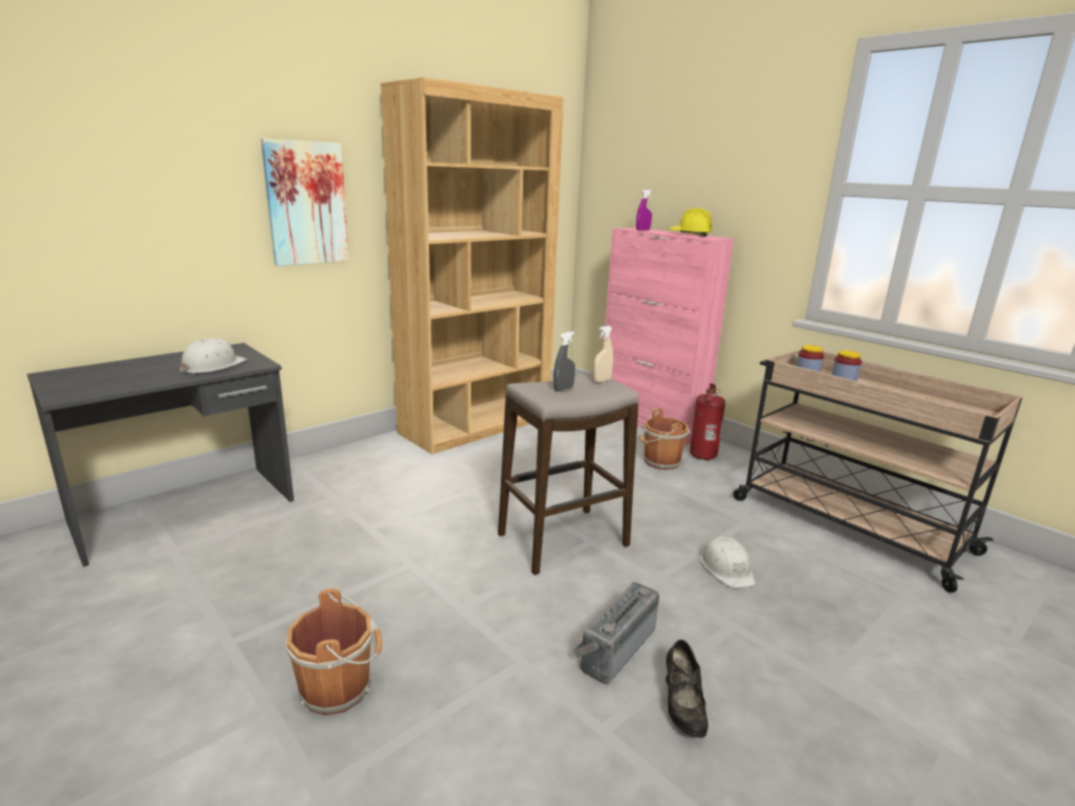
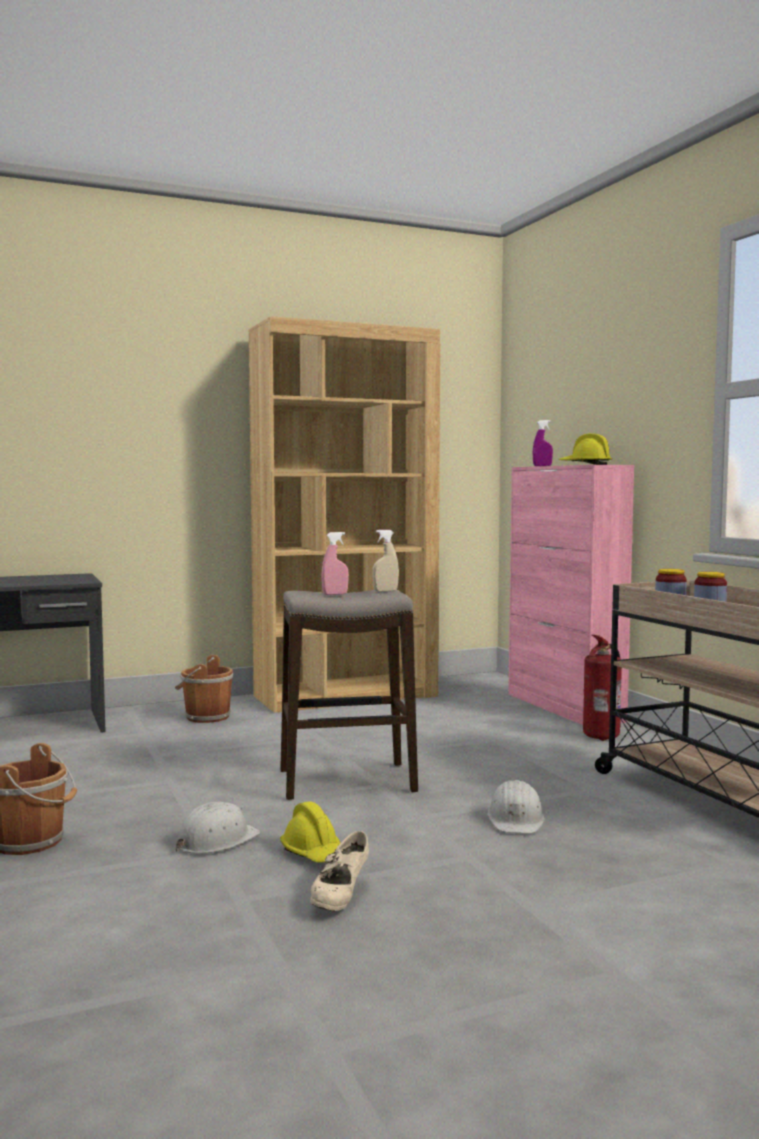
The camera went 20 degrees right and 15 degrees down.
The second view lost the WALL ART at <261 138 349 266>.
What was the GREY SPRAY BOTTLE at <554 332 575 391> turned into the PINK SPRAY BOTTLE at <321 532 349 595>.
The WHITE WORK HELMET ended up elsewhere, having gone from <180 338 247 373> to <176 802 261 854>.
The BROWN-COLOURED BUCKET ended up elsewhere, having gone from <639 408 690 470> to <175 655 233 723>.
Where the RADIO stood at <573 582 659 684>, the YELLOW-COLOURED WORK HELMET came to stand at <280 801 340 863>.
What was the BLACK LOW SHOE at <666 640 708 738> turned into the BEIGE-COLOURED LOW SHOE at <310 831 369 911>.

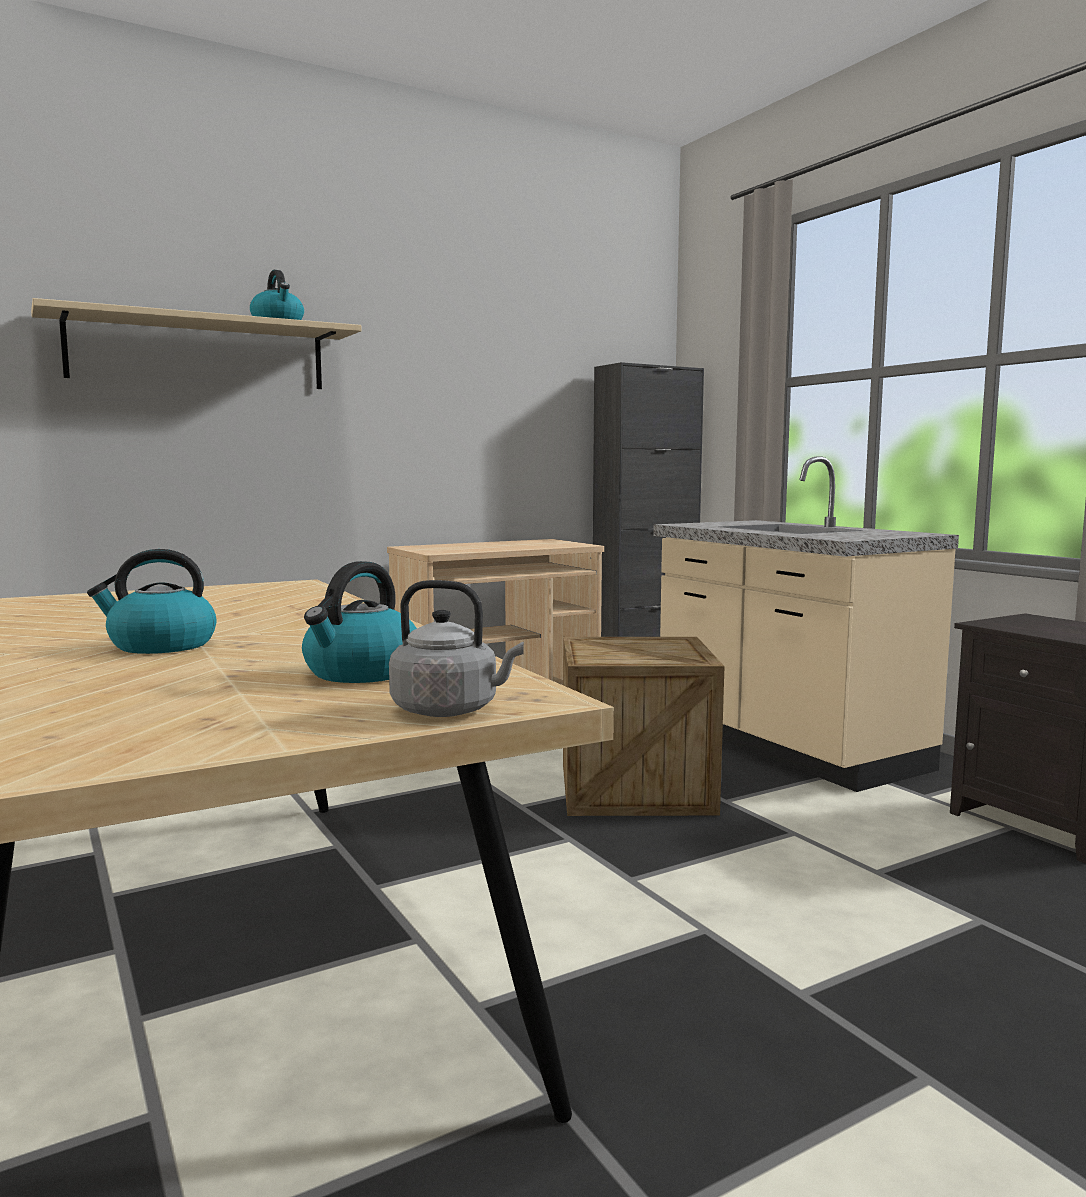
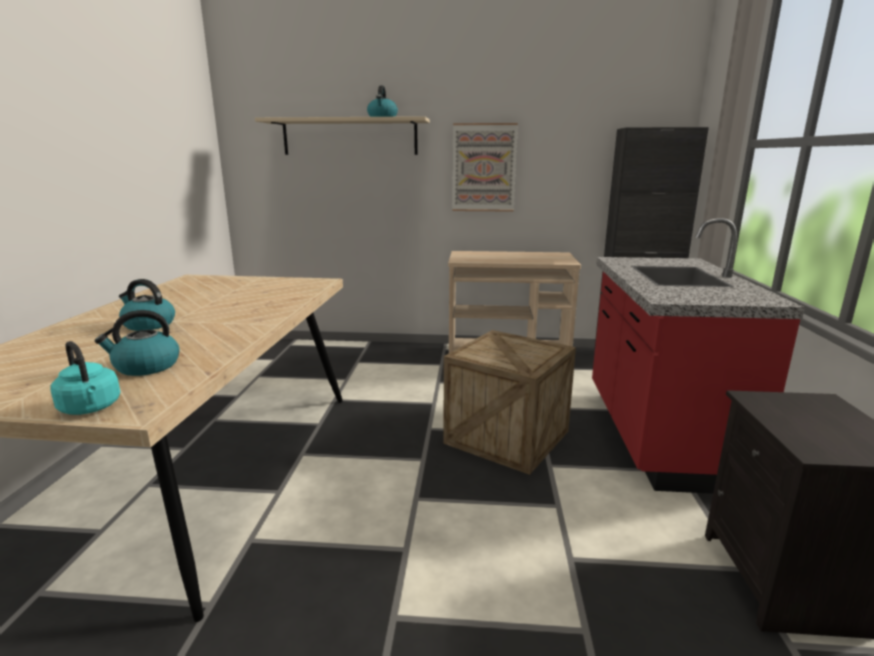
The camera went 35 degrees right and 10 degrees up.
What was the BEIGE-COLOURED KITCHEN BASE UNIT at <653 456 959 792> turned into the RED-COLOURED KITCHEN BASE UNIT at <592 218 805 494>.
What was the GREY KETTLE at <389 580 524 717> turned into the BLUE-GREEN KETTLE at <50 341 121 415>.
The second view gained the WALL ART at <452 123 518 212>.

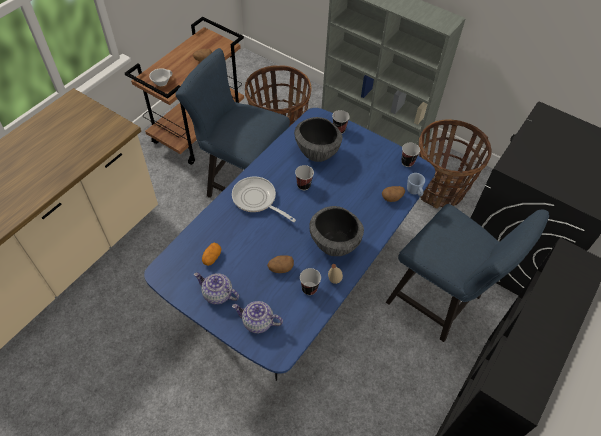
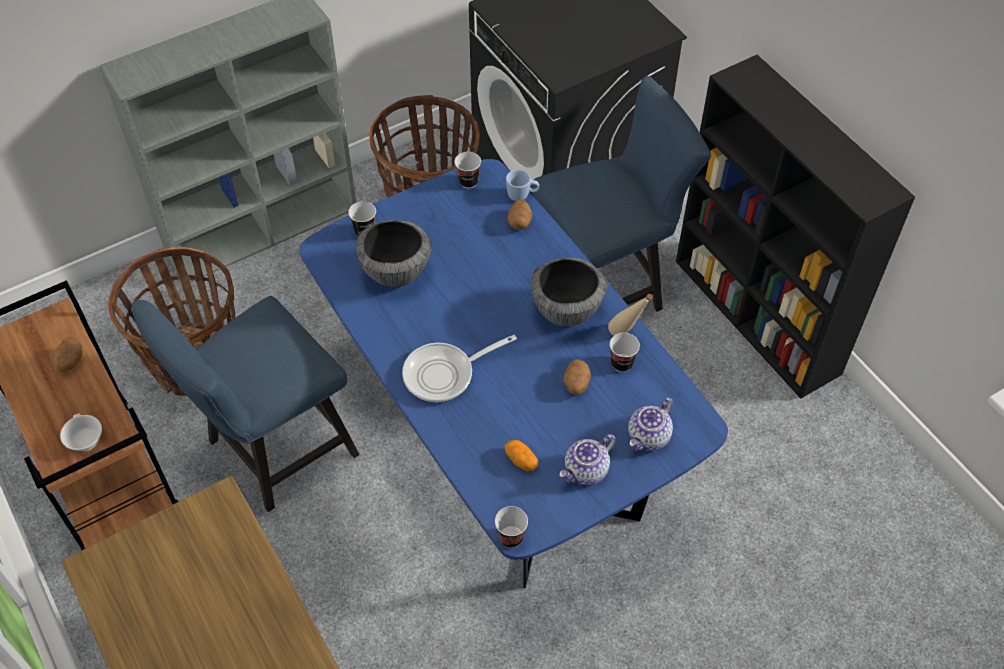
The camera went 65 degrees left and 0 degrees up.
The CUP ended up elsewhere, having gone from <295 165 314 190> to <495 506 528 548>.

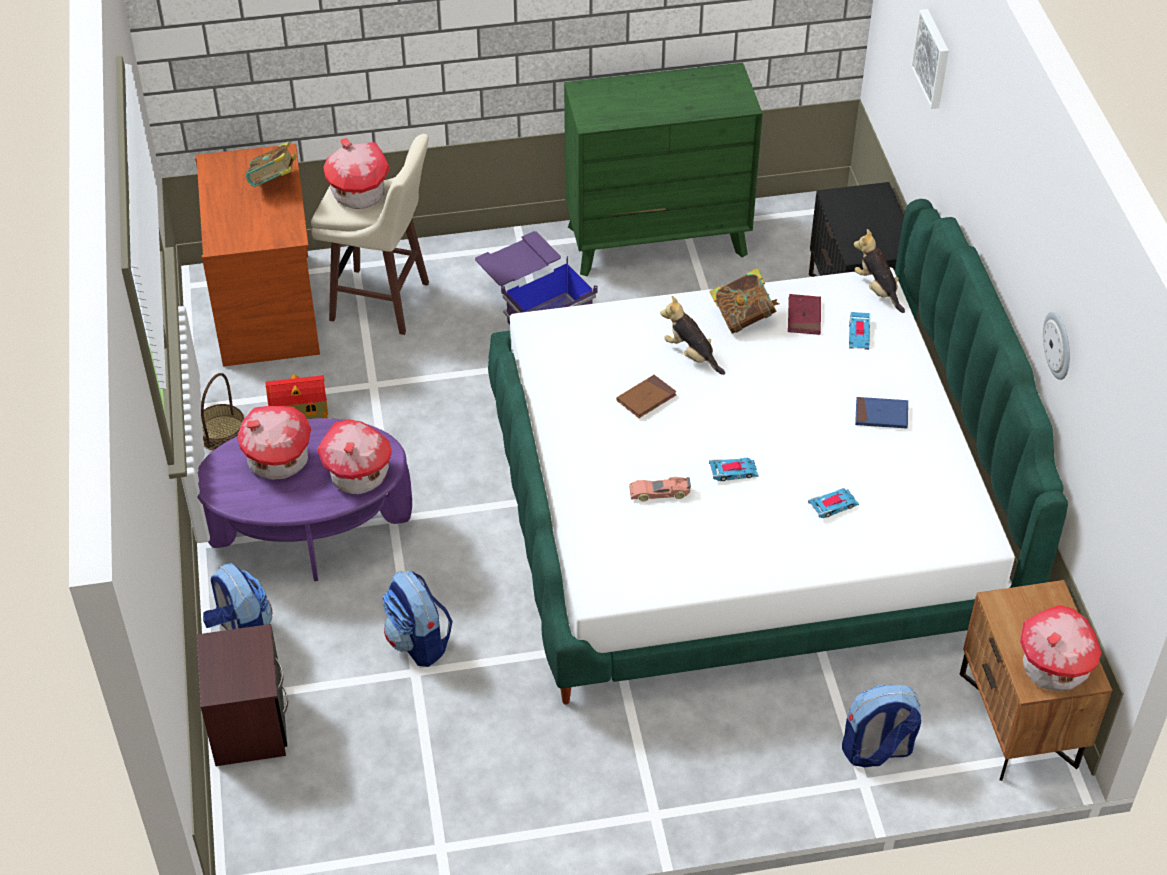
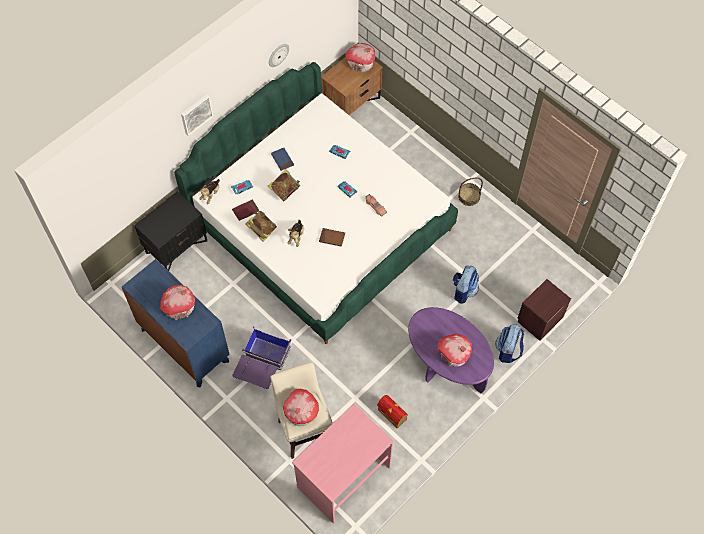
The camera went 125 degrees left and 15 degrees up.
The WALL ART ended up elsewhere, having gone from <911 9 949 109> to <181 94 213 136>.
What was the GREEN-COLOURED CHEST OF DRAWERS at <564 63 763 276> turned into the BLUISH CHEST OF DRAWERS at <122 259 229 388>.
The BOUND BOOK ended up elsewhere, having gone from <246 141 297 187> to <268 169 300 201>.
What was the BROWN-COLOURED DESK UNIT at <195 144 320 367> turned into the PINK DESK UNIT at <292 404 393 524>.
The STORAGE BASKET ended up elsewhere, having gone from <201 373 244 451> to <458 178 483 206>.
The MODEL HOUSE ended up elsewhere, having gone from <317 419 392 494> to <160 285 195 320>.
The second view lost the KNAPSACK at <842 685 921 767>.

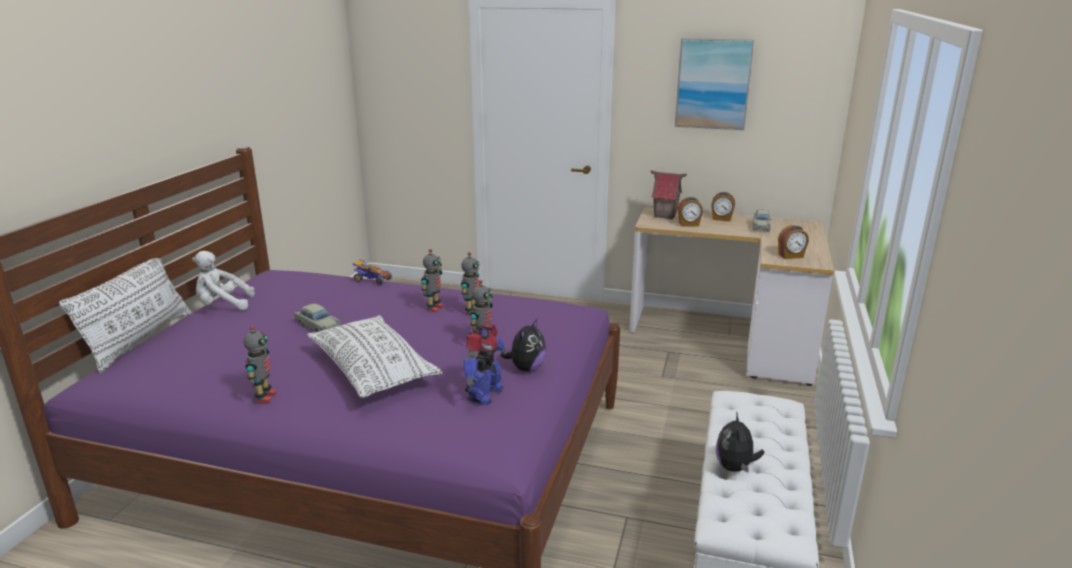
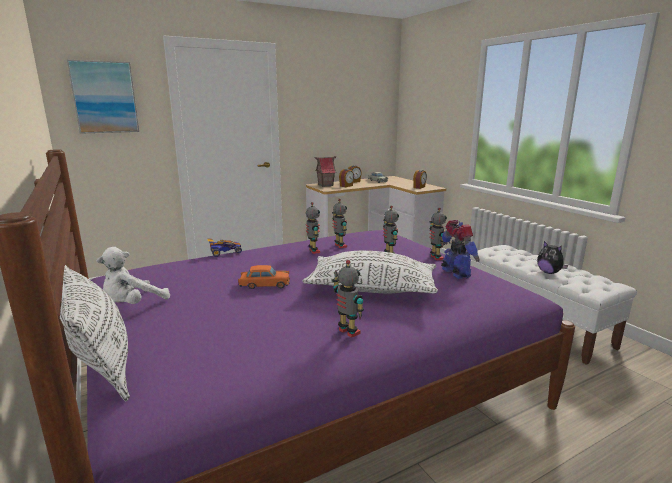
The camera went 45 degrees left and 5 degrees down.
The WALL ART ended up elsewhere, having gone from <675 38 754 130> to <67 60 139 134>.
What was the BEIGE-COLOURED MINIATURE CAR at <294 304 341 332> turned into the ORANGE-COLOURED MINIATURE CAR at <238 265 290 289>.
Where the SOFT TOY stood at <500 319 546 372>, the MODEL ROBOT came to stand at <429 207 447 260>.

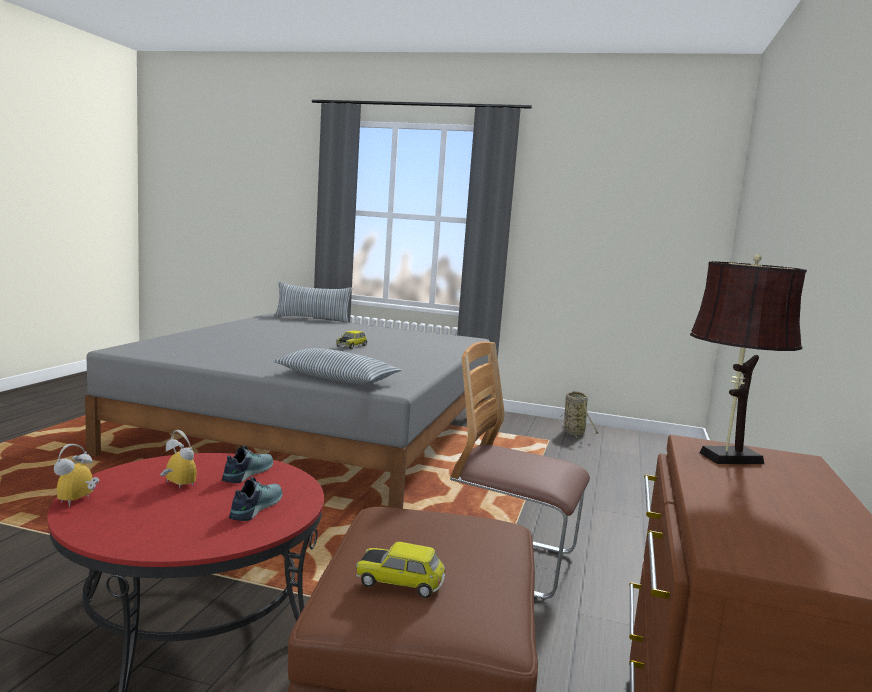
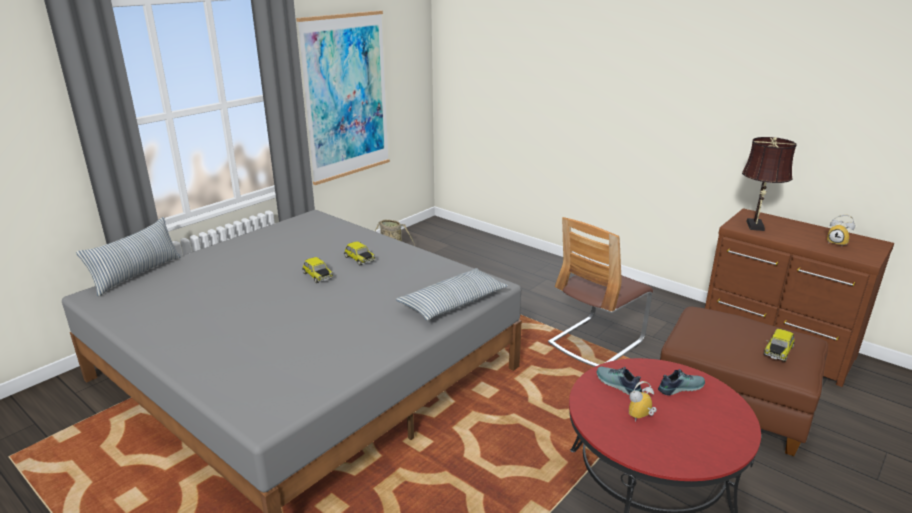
The camera went 65 degrees left and 15 degrees up.
The TABLE CLOCK ended up elsewhere, having gone from <54 444 99 507> to <827 215 855 245>.
The LOW SHOE at <229 477 282 521> ended up facing another way, 120 degrees clockwise from before.
The second view gained the WALL ART at <296 11 390 185>.
The second view gained the MINIATURE CAR at <344 241 375 265>.

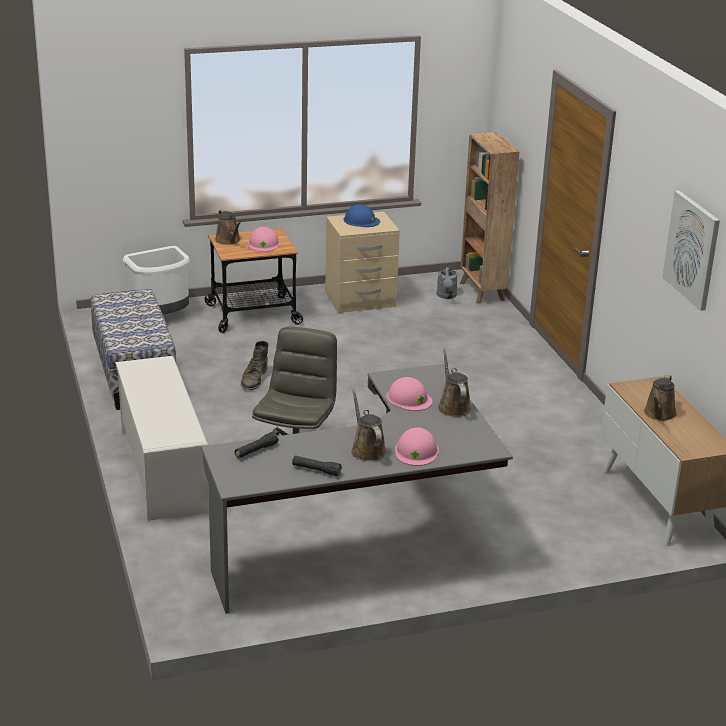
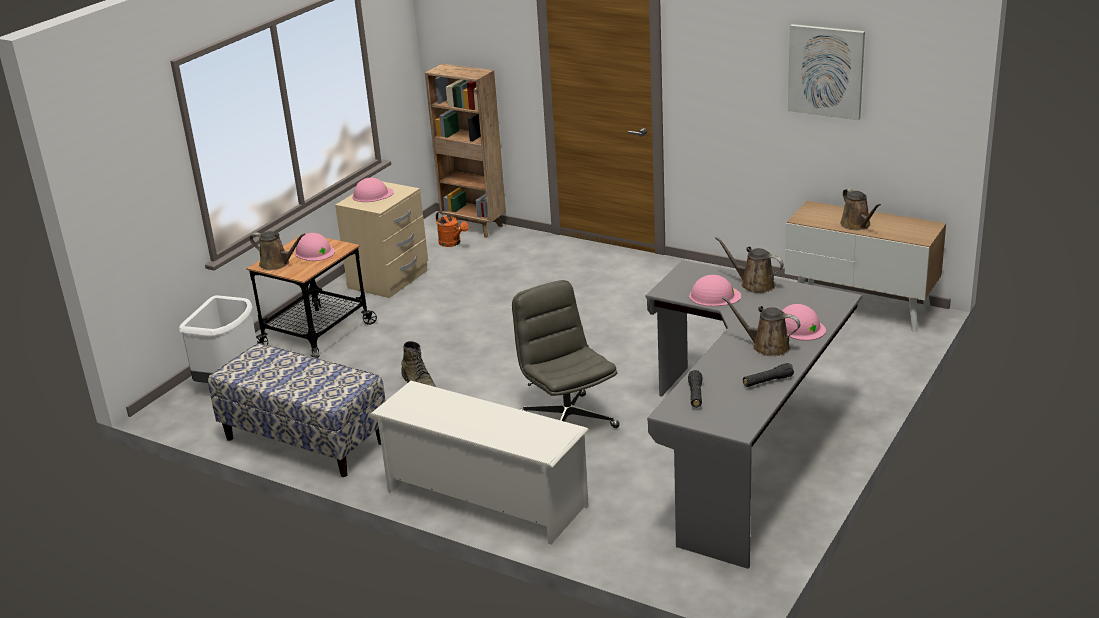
The camera went 40 degrees left and 0 degrees up.
What was the BLUISH WORK HELMET at <343 204 380 227> turned into the PINK WORK HELMET at <352 178 394 202>.
What was the GREY WATERING POT at <437 264 458 299> turned into the ORANGE-COLOURED WATERING POT at <436 211 469 247>.

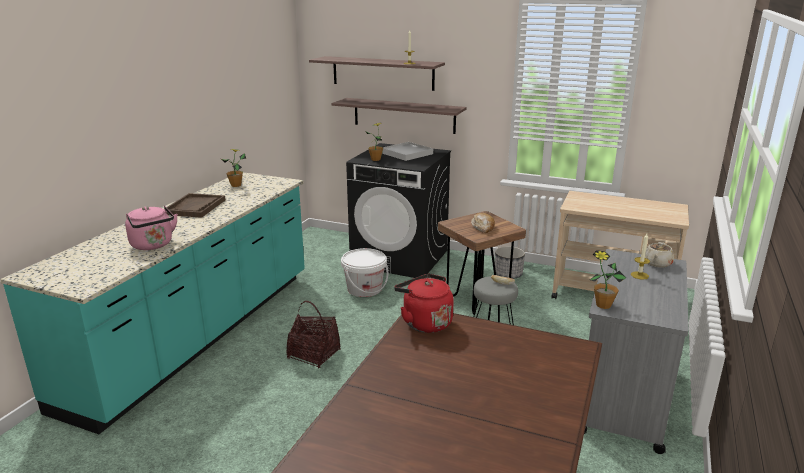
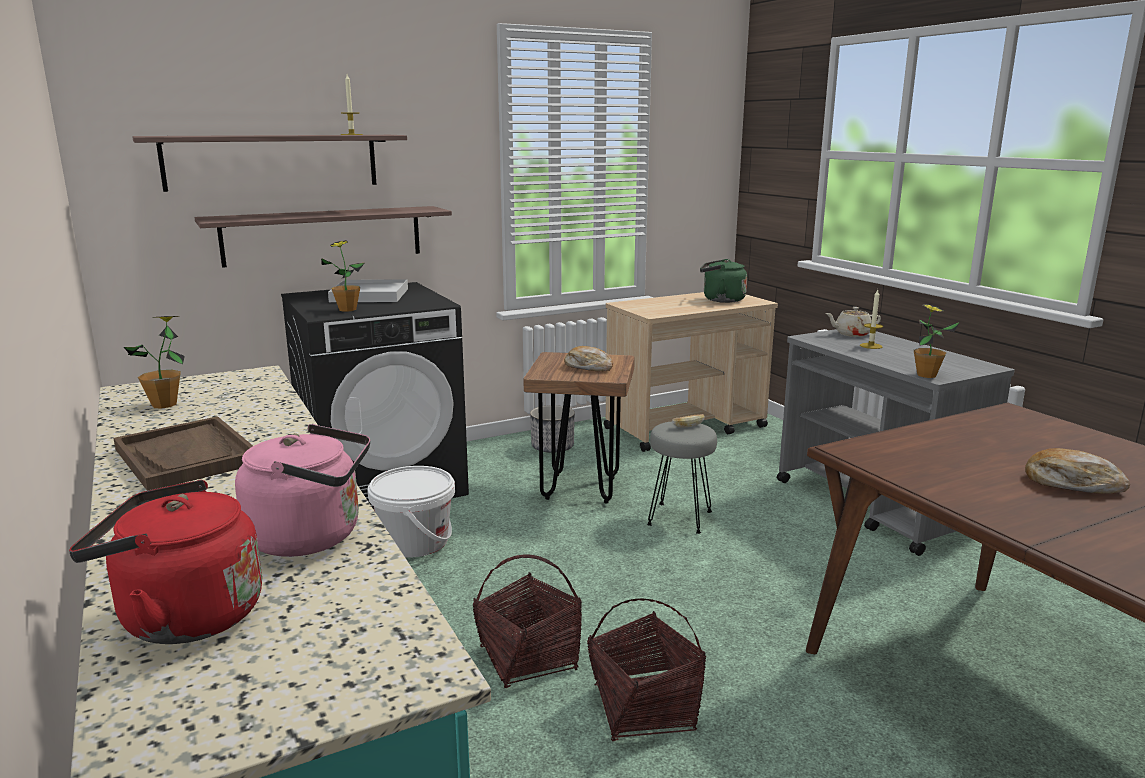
The camera went 50 degrees left and 5 degrees down.
The BEIGE-COLOURED TEA POT at <645 242 674 268> ended up facing another way, 105 degrees clockwise from before.
The RED-COLOURED KETTLE ended up elsewhere, having gone from <394 274 454 333> to <69 480 262 644>.
The second view gained the GREEN-COLOURED KETTLE at <700 259 747 303>.
The second view gained the BREAD at <1025 448 1130 494>.
The second view gained the STORAGE BASKET at <587 599 706 741>.

